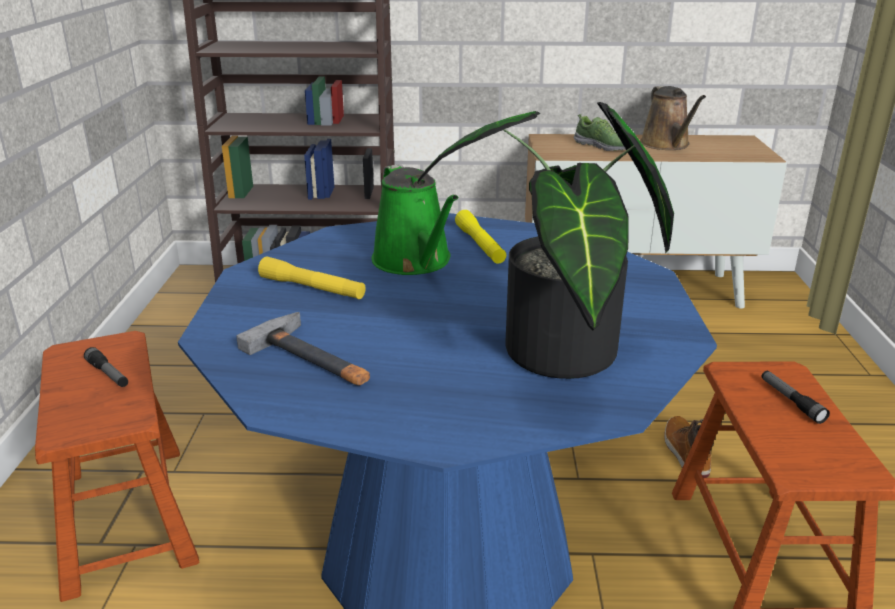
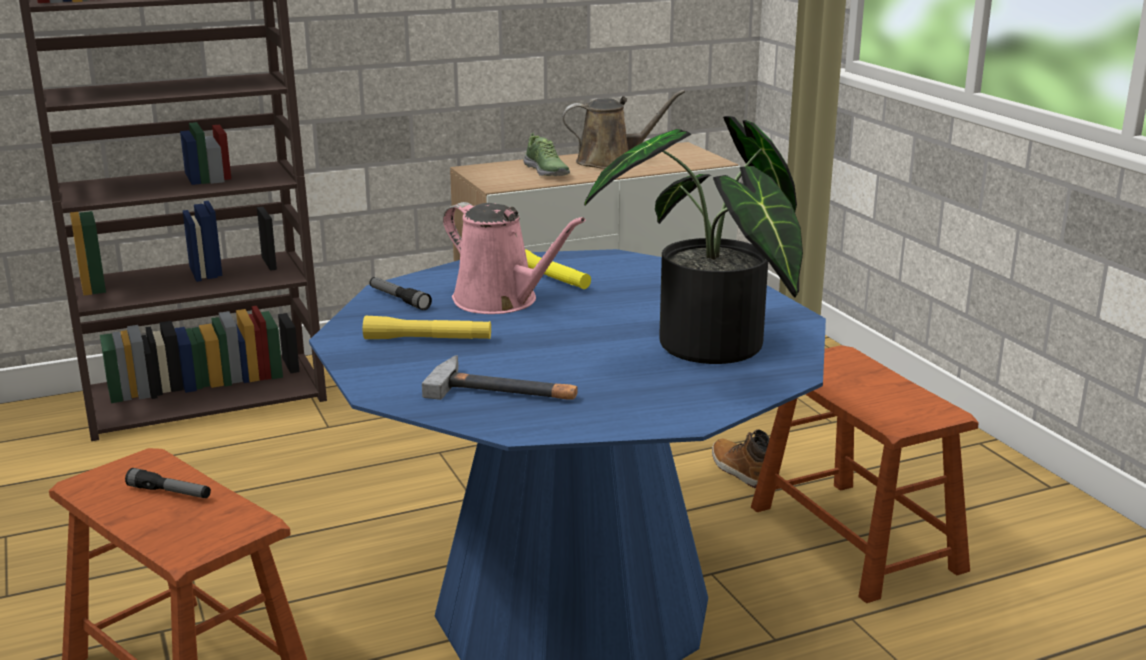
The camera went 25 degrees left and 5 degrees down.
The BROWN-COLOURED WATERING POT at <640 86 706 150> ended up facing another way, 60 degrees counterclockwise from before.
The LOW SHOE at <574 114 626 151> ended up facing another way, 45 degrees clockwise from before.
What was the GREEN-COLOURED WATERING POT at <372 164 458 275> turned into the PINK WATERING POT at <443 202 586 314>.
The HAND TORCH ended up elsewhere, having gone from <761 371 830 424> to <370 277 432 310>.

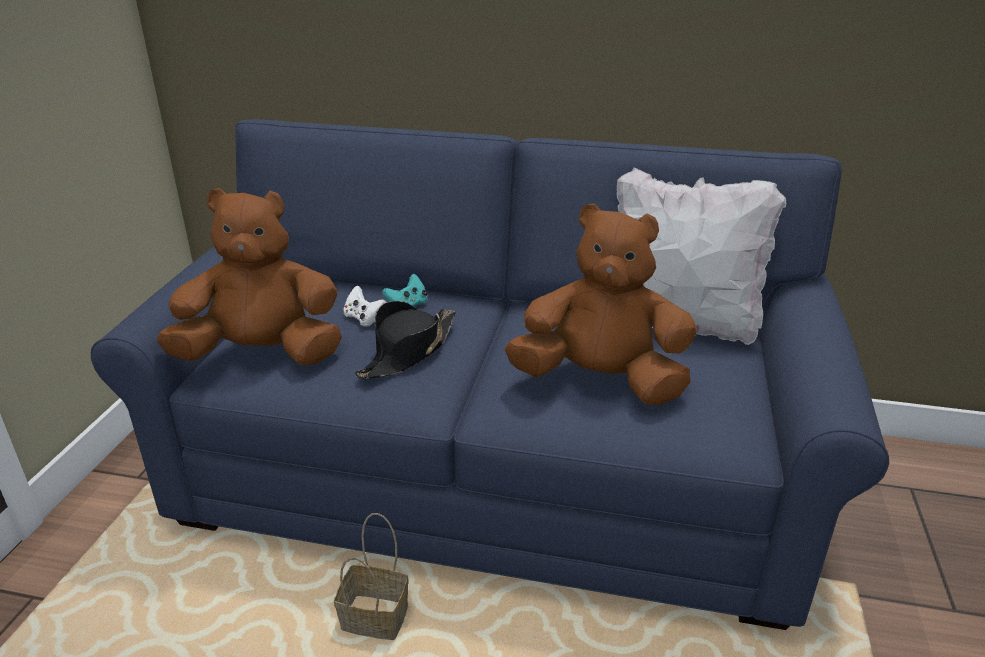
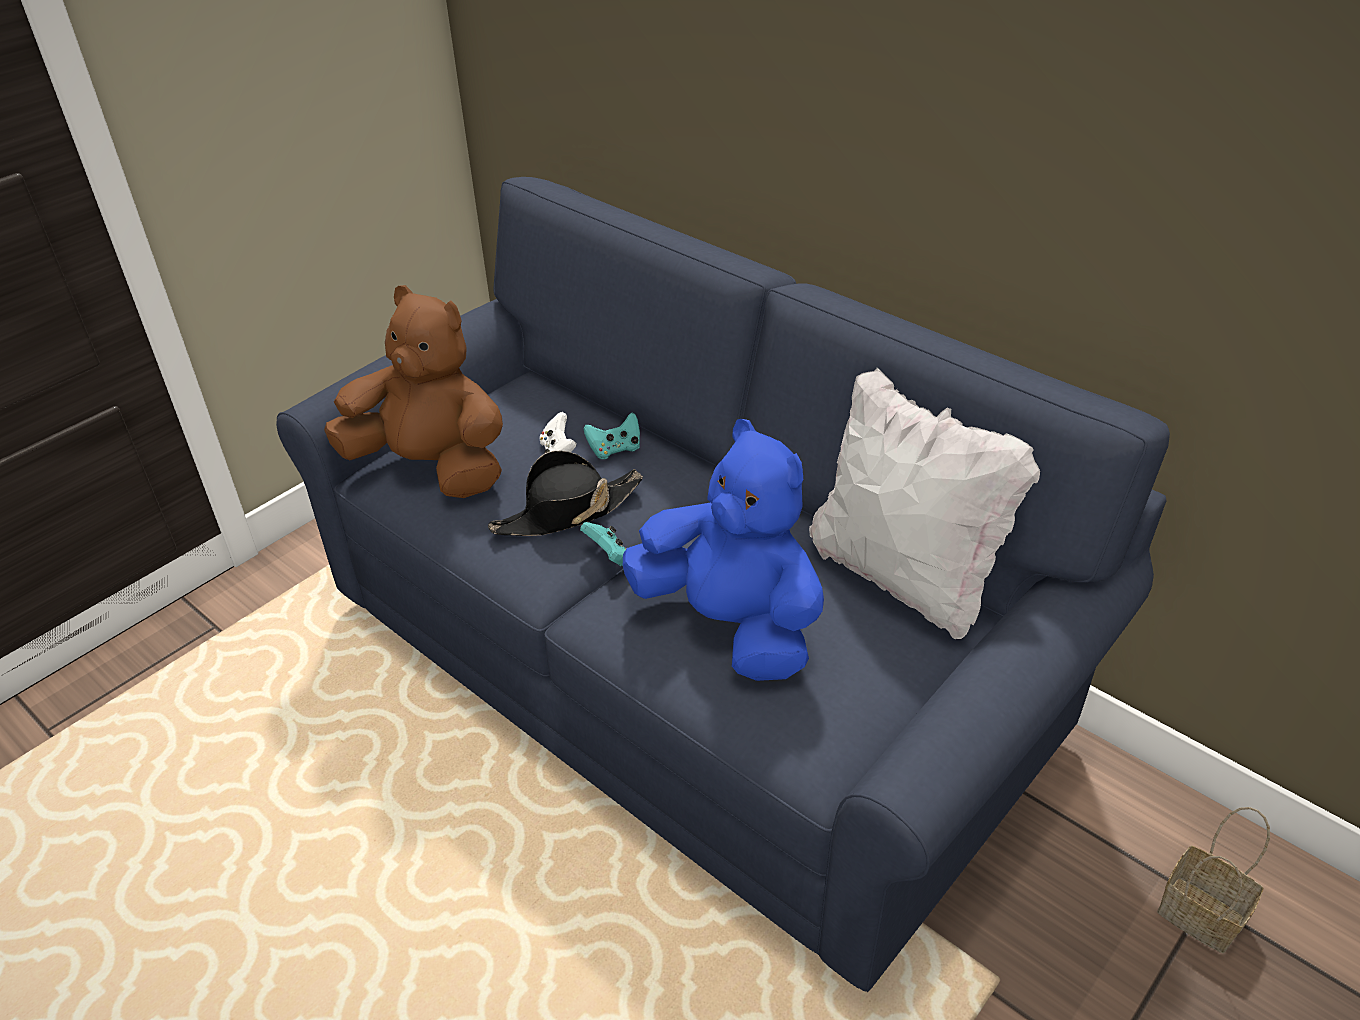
The camera went 30 degrees right and 10 degrees up.
What was the BROWN-COLOURED SOFT TOY at <505 203 697 405> turned into the BLUISH SOFT TOY at <623 419 824 681>.
The STORAGE BASKET ended up elsewhere, having gone from <334 513 409 640> to <1157 807 1270 953>.
The second view gained the BLUE-GREEN GAMEPAD at <580 522 627 567>.

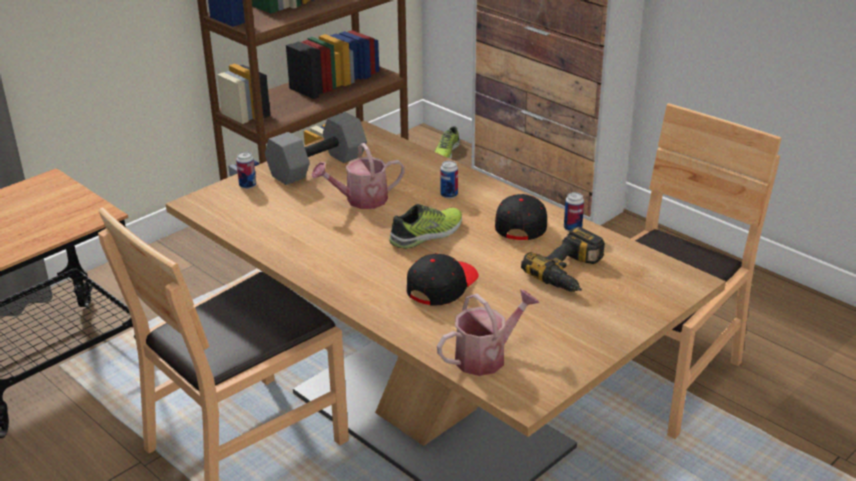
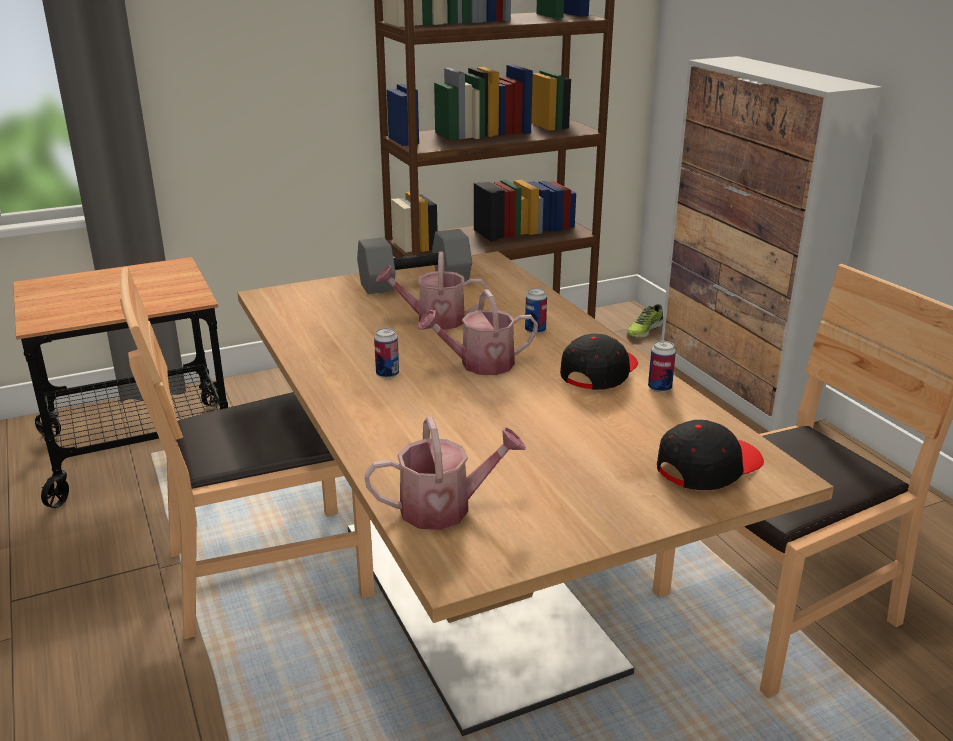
The camera went 20 degrees right and 5 degrees down.
The SEALED CAN ended up elsewhere, having gone from <236 152 256 189> to <374 328 399 378>.
Where the LOW SHOE stood at <389 204 462 249>, the WATERING POT came to stand at <417 289 538 375>.
The second view lost the DRILL at <521 226 605 292>.
The BLACK CAP ended up elsewhere, having gone from <407 253 479 306> to <657 420 764 490>.

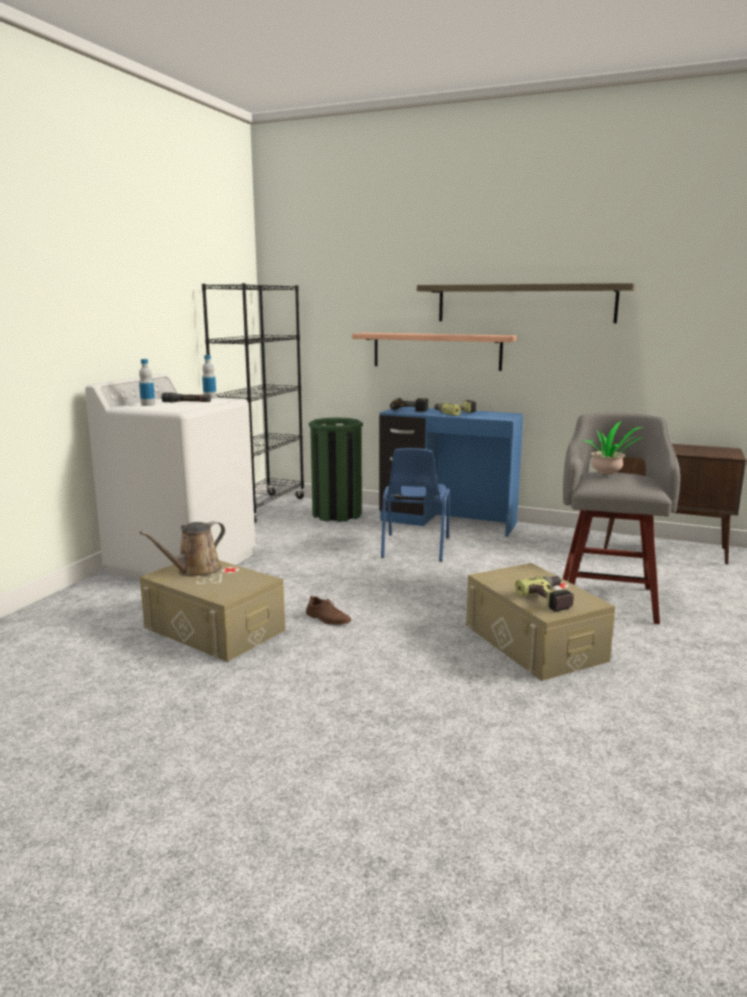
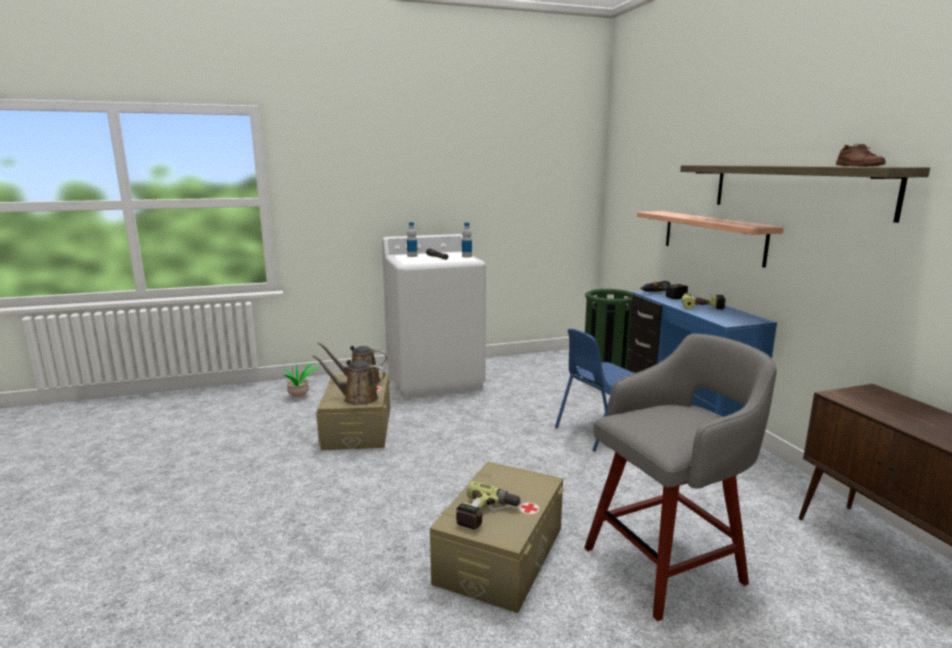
The camera went 50 degrees right and 0 degrees up.
The second view lost the BLACK BOOKCASE at <202 283 305 524>.
The PLANT IN A POT ended up elsewhere, having gone from <581 421 644 474> to <278 363 320 397>.
The BROWN-COLOURED LOW SHOE ended up elsewhere, having gone from <306 595 351 625> to <836 144 886 166>.
The second view gained the BROWN-COLOURED WATERING POT at <312 355 386 405>.

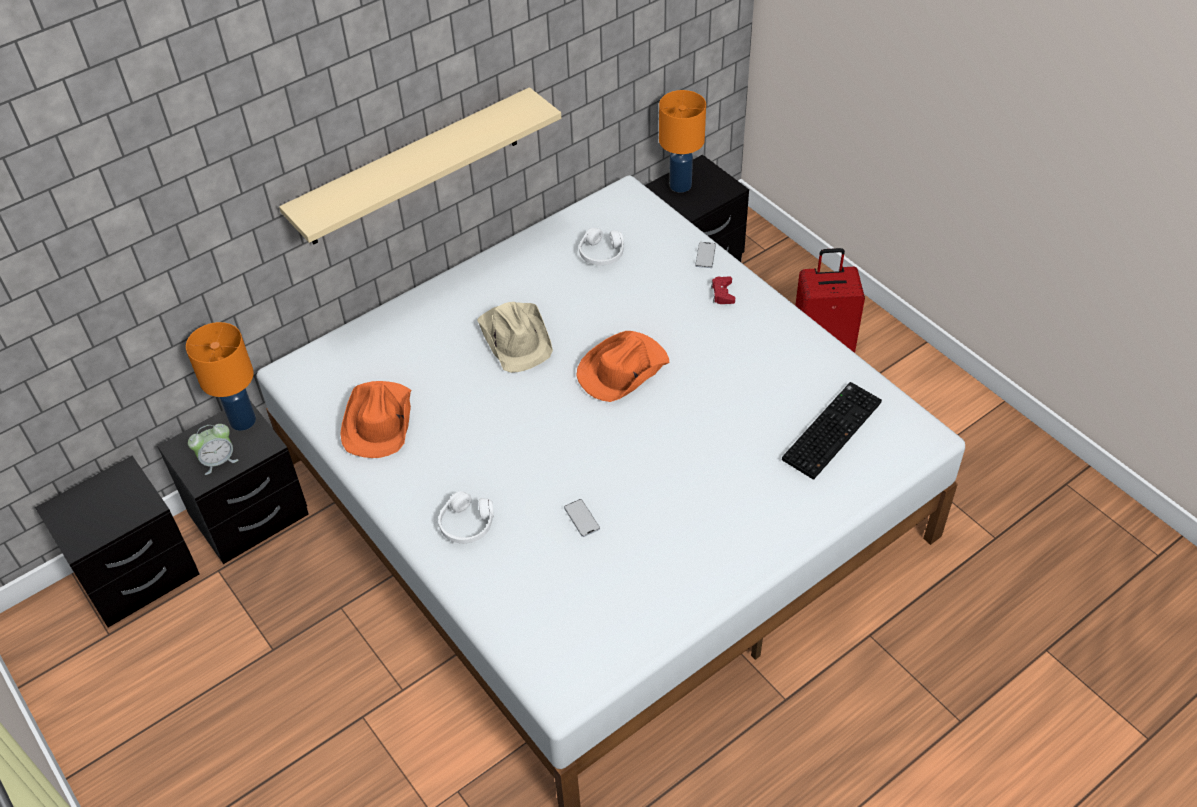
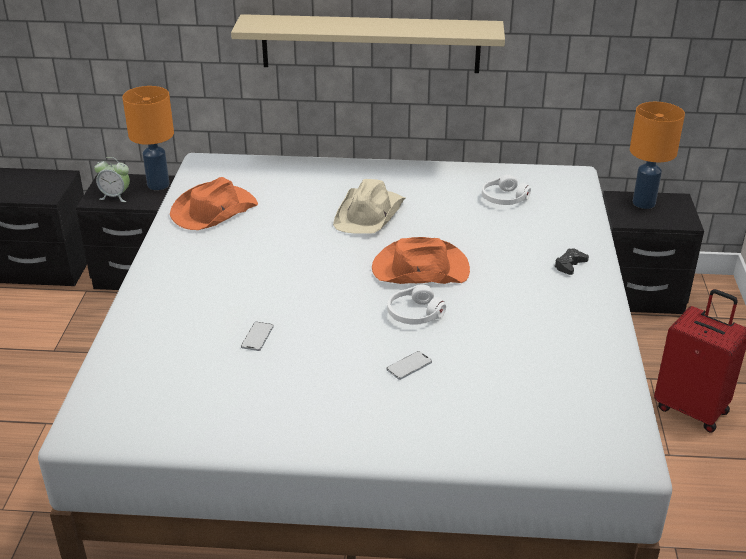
The camera went 40 degrees right and 15 degrees down.
The TELEPHONE ended up elsewhere, having gone from <695 242 716 268> to <386 351 432 380>.
What was the RED-COLOURED GAMEPAD at <711 276 735 304> turned into the BLACK GAMEPAD at <554 249 589 275>.
The second view lost the COMPUTER KEYBOARD at <782 382 882 480>.
The WHITE HEADPHONES ended up elsewhere, having gone from <438 491 494 544> to <387 284 446 325>.

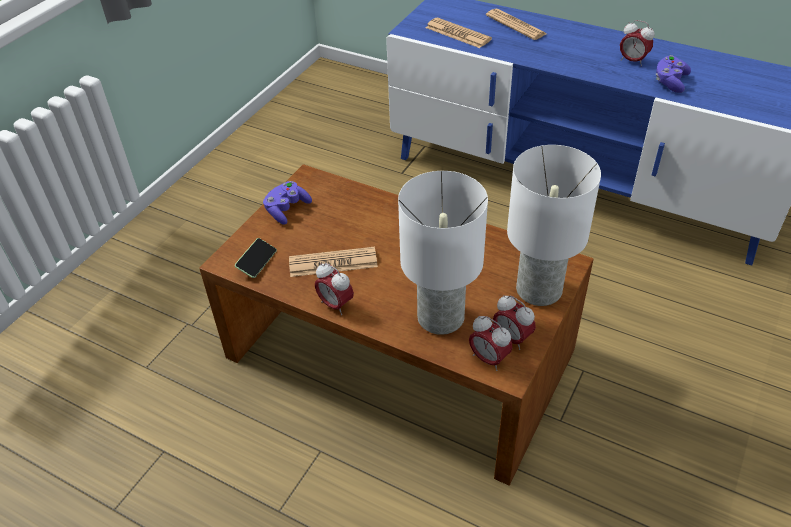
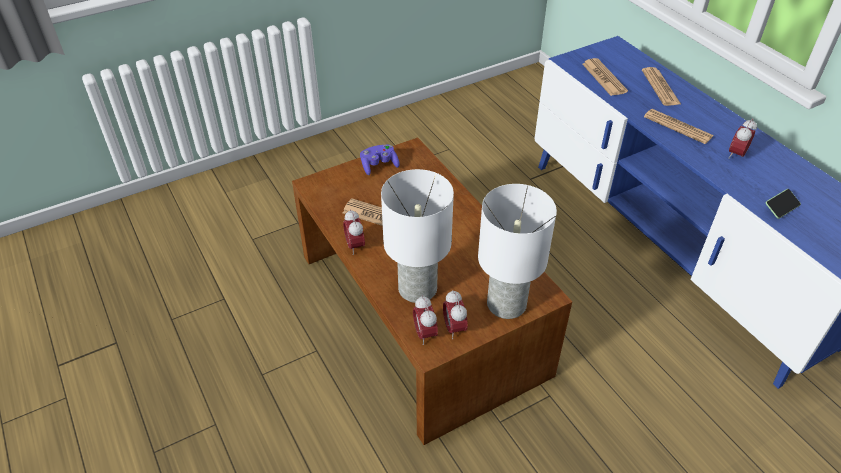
The camera went 30 degrees right and 0 degrees up.
The TABLE CLOCK at <620 20 655 67> ended up facing another way, 60 degrees clockwise from before.
The second view lost the PURPLISH GAMEPAD at <656 55 691 93>.
The TELEPHONE ended up elsewhere, having gone from <235 238 277 278> to <766 189 801 219>.
The second view gained the NEWSPAPER at <644 109 713 144>.

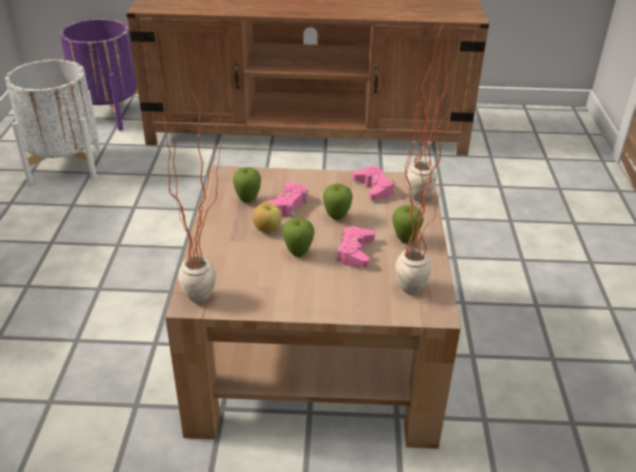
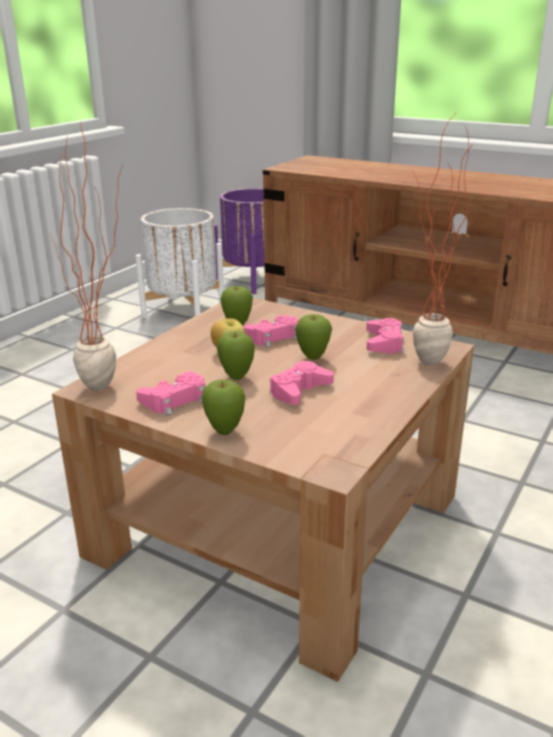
The camera went 30 degrees right and 10 degrees down.
The second view lost the PLANT IN A POT at <395 81 452 294>.
The APPLE FRUIT ended up elsewhere, having gone from <392 205 424 244> to <202 379 245 435>.
The second view gained the PINK GAMEPAD at <136 371 205 415>.

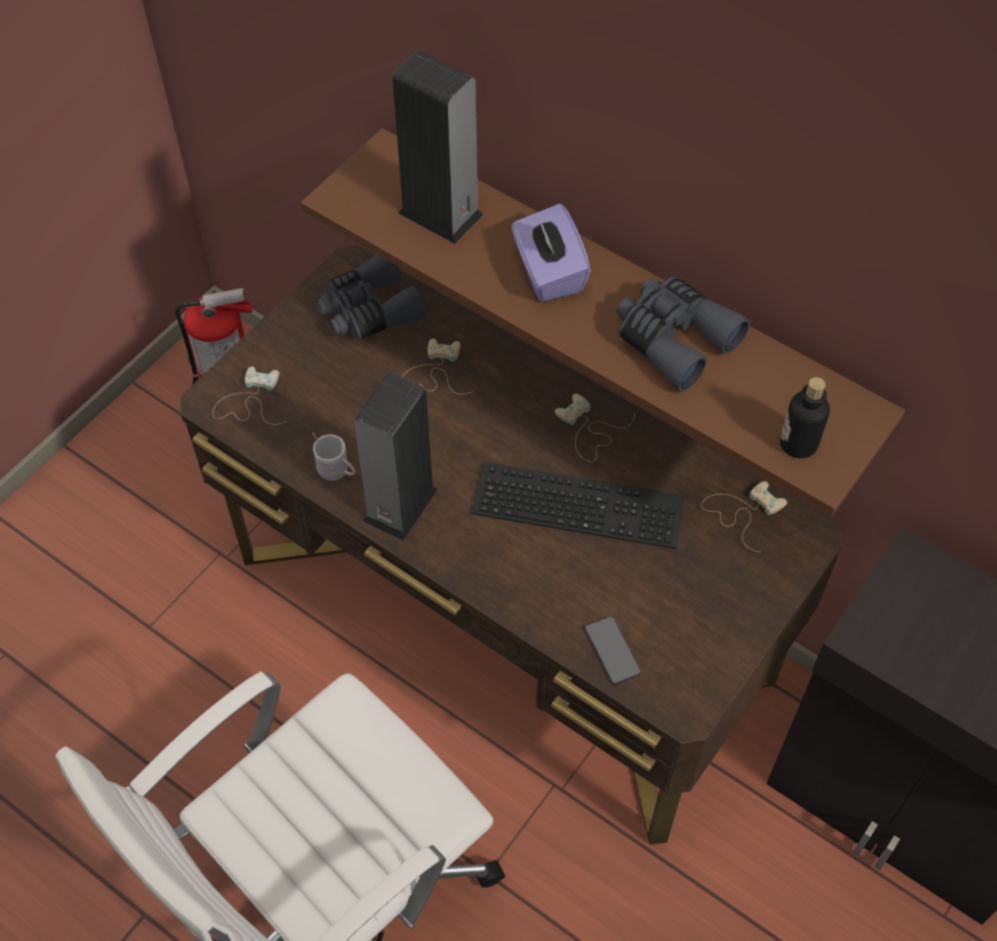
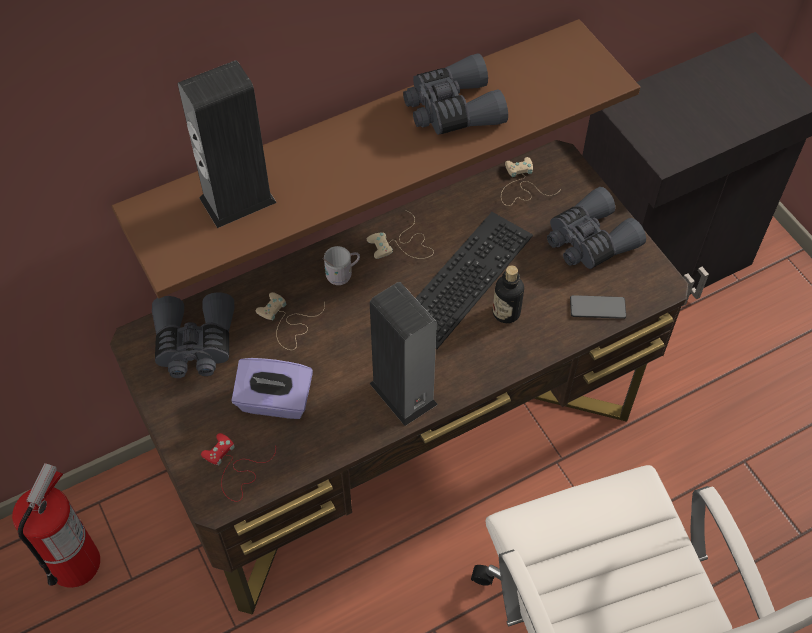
The camera went 65 degrees left and 0 degrees up.
The PURPLISH TISSUE HOLDER ended up elsewhere, having gone from <511 204 591 302> to <231 358 313 419>.
What was the WHITE GAMEPAD at <213 366 286 425> turned into the RED-COLOURED GAMEPAD at <201 433 276 502>.
The DRINK BOTTLE ended up elsewhere, having gone from <780 377 830 458> to <493 266 524 323>.
The WHITE MUG ended up elsewhere, having gone from <312 432 356 481> to <322 246 360 285>.
The second view gained the GREY FIELD GLASSES at <547 187 646 269>.

